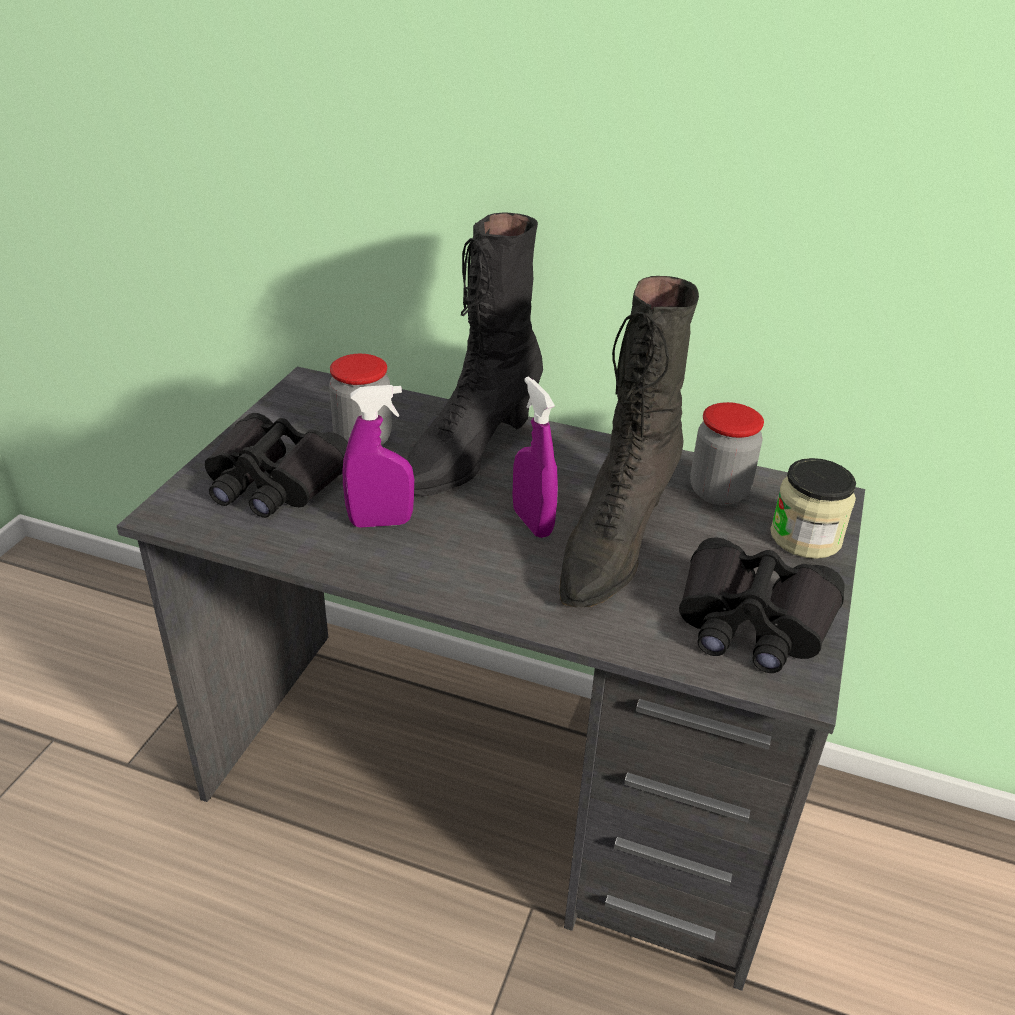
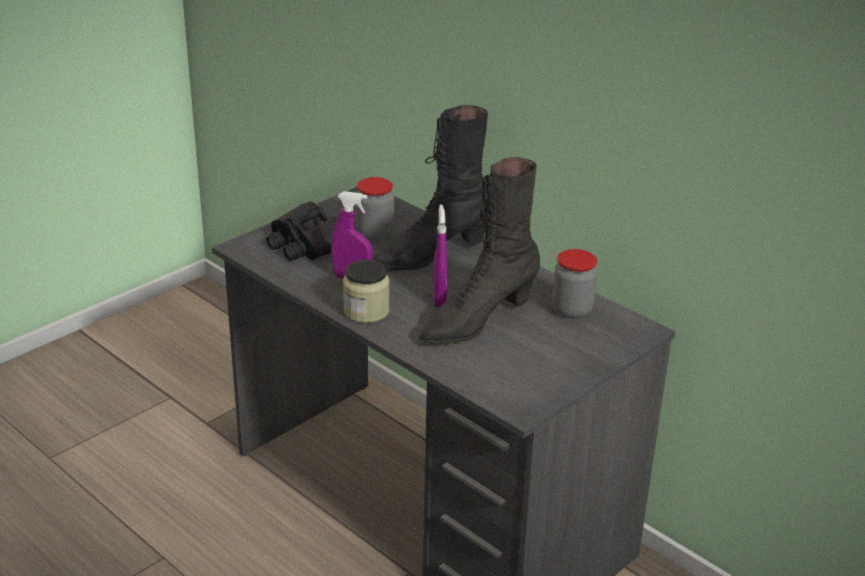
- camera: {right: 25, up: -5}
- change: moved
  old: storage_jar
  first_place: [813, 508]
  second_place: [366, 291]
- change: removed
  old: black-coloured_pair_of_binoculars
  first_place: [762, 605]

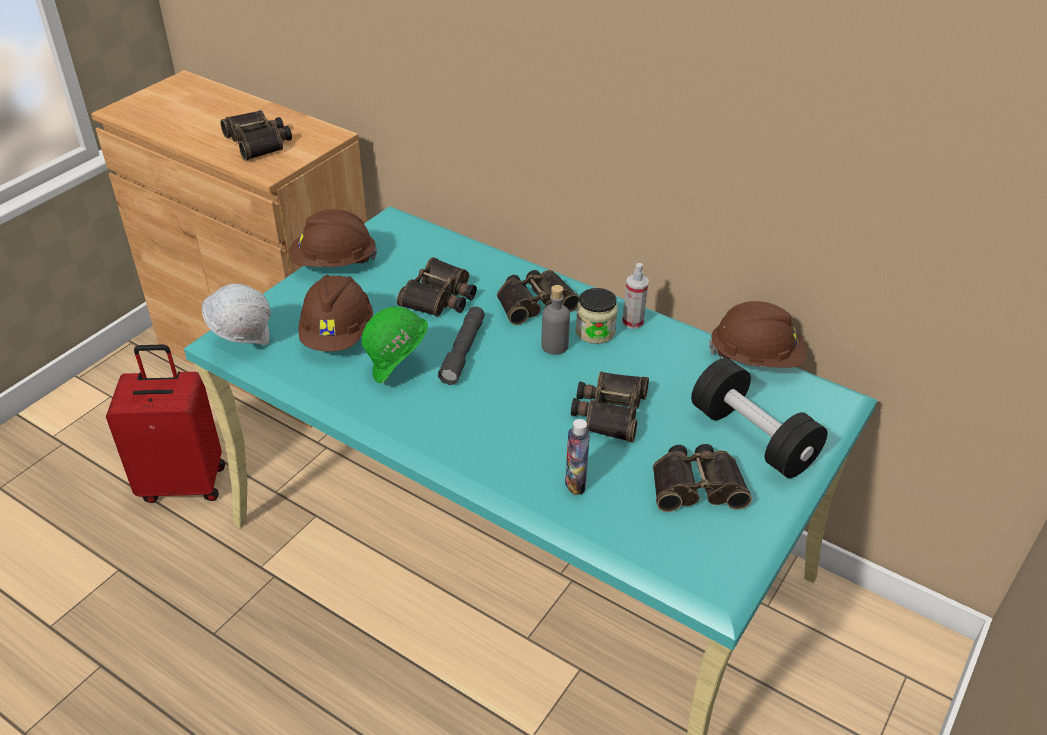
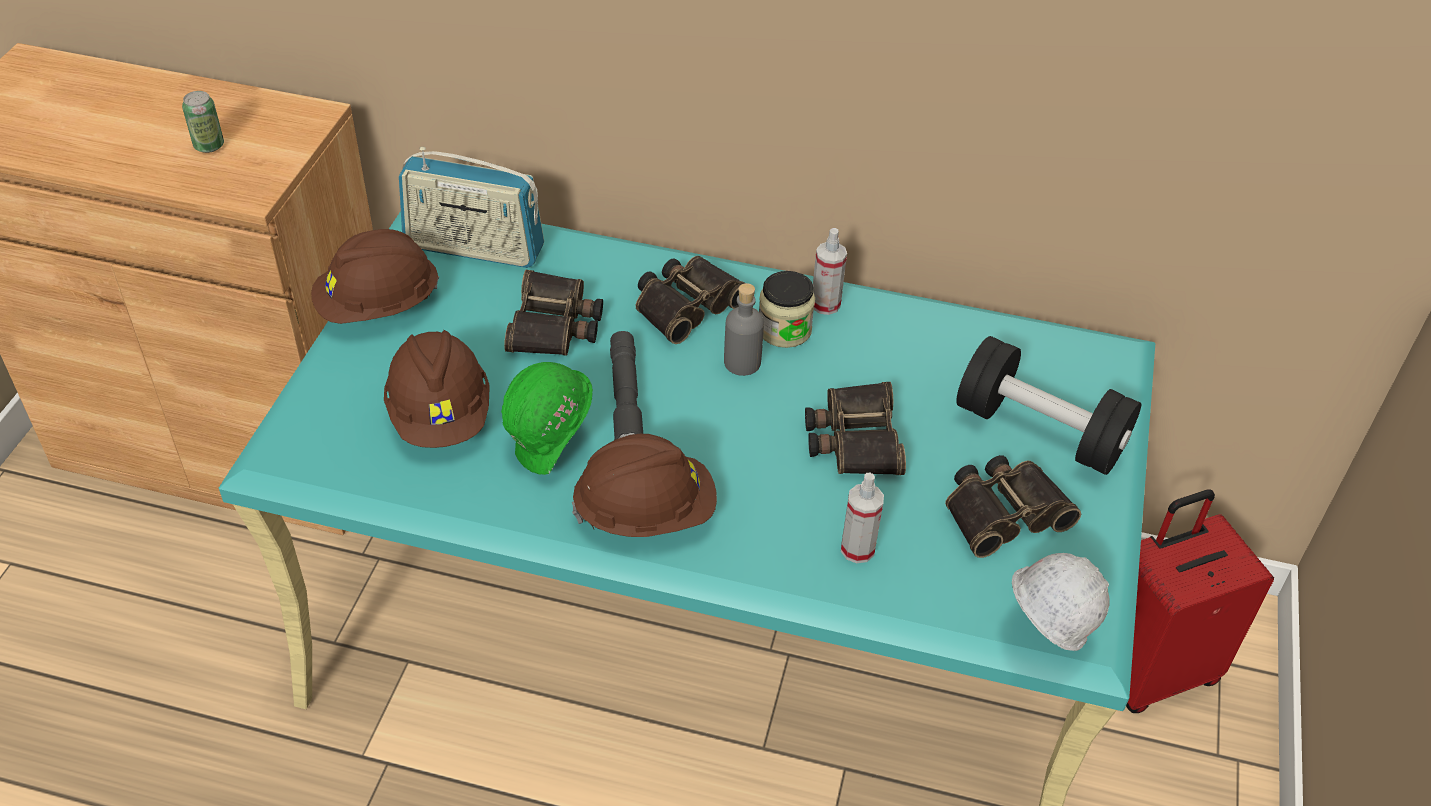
- camera: {right: -20, up: 5}
- change: replaced
  old: pair_of_binoculars
  new: metal_can
  first_place: [256, 135]
  second_place: [203, 122]
- change: moved
  old: white-coloured_hard_hat
  first_place: [236, 314]
  second_place: [1060, 602]
- change: moved
  old: brown_hard_hat
  first_place: [758, 334]
  second_place: [644, 485]
- change: moved
  old: red_suitcase
  first_place: [165, 424]
  second_place: [1200, 601]
- change: replaced
  old: bottle
  new: sprayer
  first_place: [577, 457]
  second_place: [862, 518]
- change: added
  new: radio_set
  second_place: [471, 207]

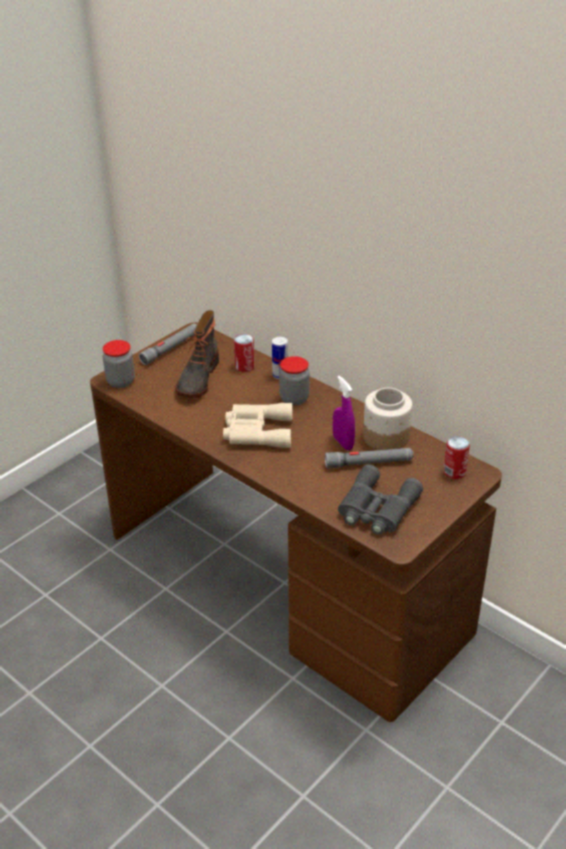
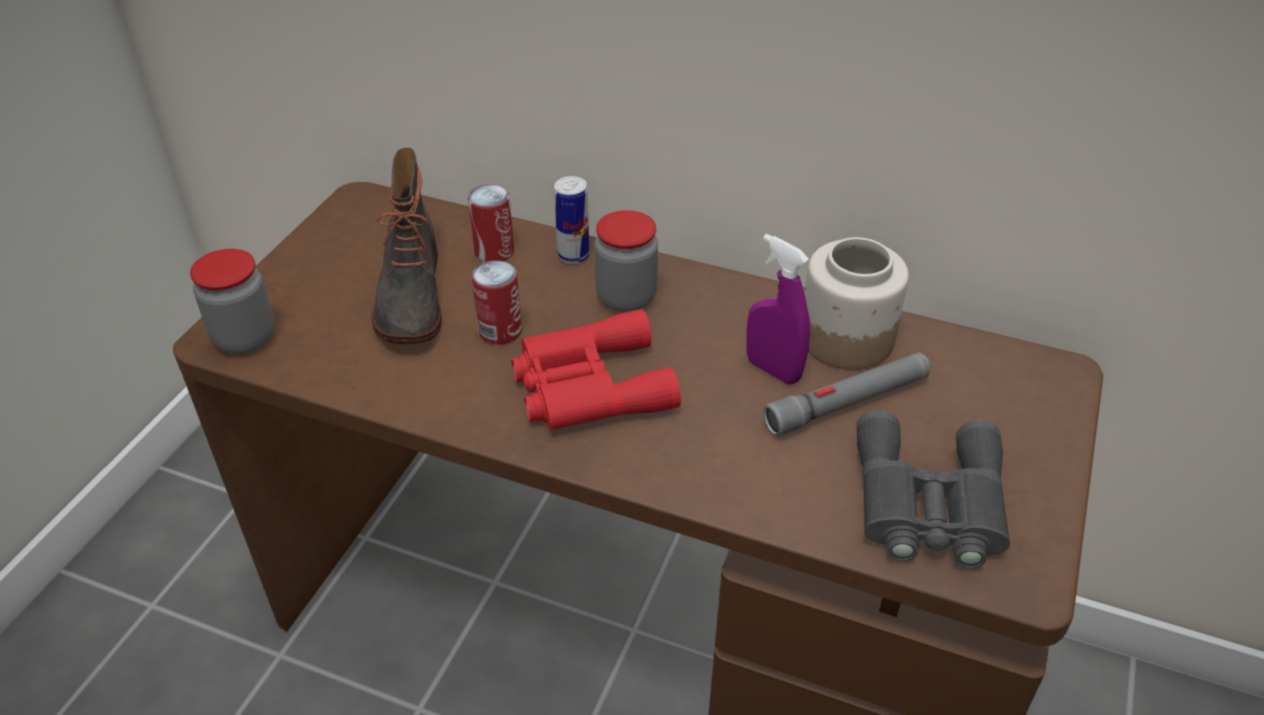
- camera: {right: -20, up: 5}
- change: removed
  old: greyish_flashlight
  first_place: [168, 344]
- change: recoloured
  old: beige_pair_of_binoculars
  new: red_pair_of_binoculars
  first_place: [257, 425]
  second_place: [596, 369]
- change: moved
  old: metal_can
  first_place: [457, 457]
  second_place: [497, 302]

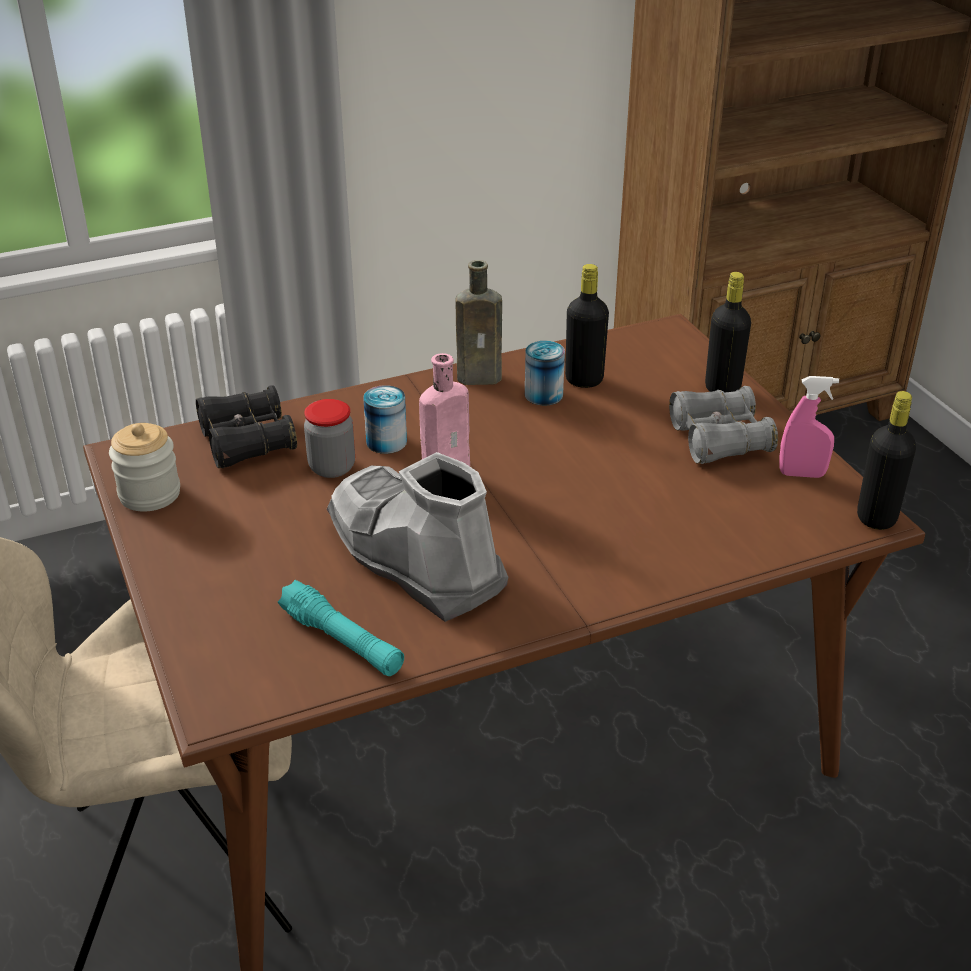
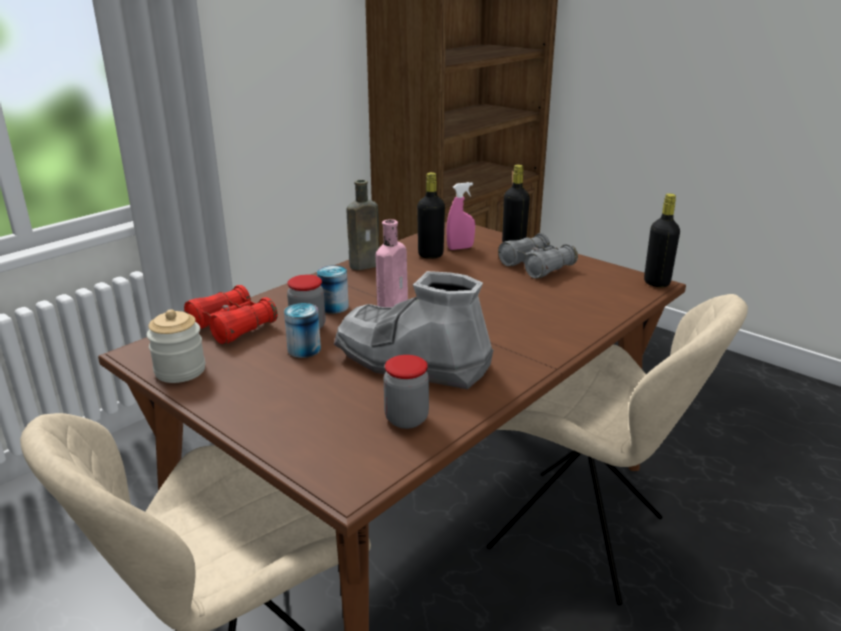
- camera: {right: -25, up: -10}
- change: moved
  old: metal_can
  first_place: [545, 373]
  second_place: [302, 330]
- change: moved
  old: pink_sprayer
  first_place: [809, 427]
  second_place: [460, 216]
- change: recoloured
  old: black-coloured_pair_of_binoculars
  new: red_pair_of_binoculars
  first_place: [246, 426]
  second_place: [231, 315]
- change: replaced
  old: turquoise-coloured_flashlight
  new: storage_jar
  first_place: [341, 628]
  second_place: [406, 392]
- change: added
  new: beige_chair
  second_place: [617, 449]

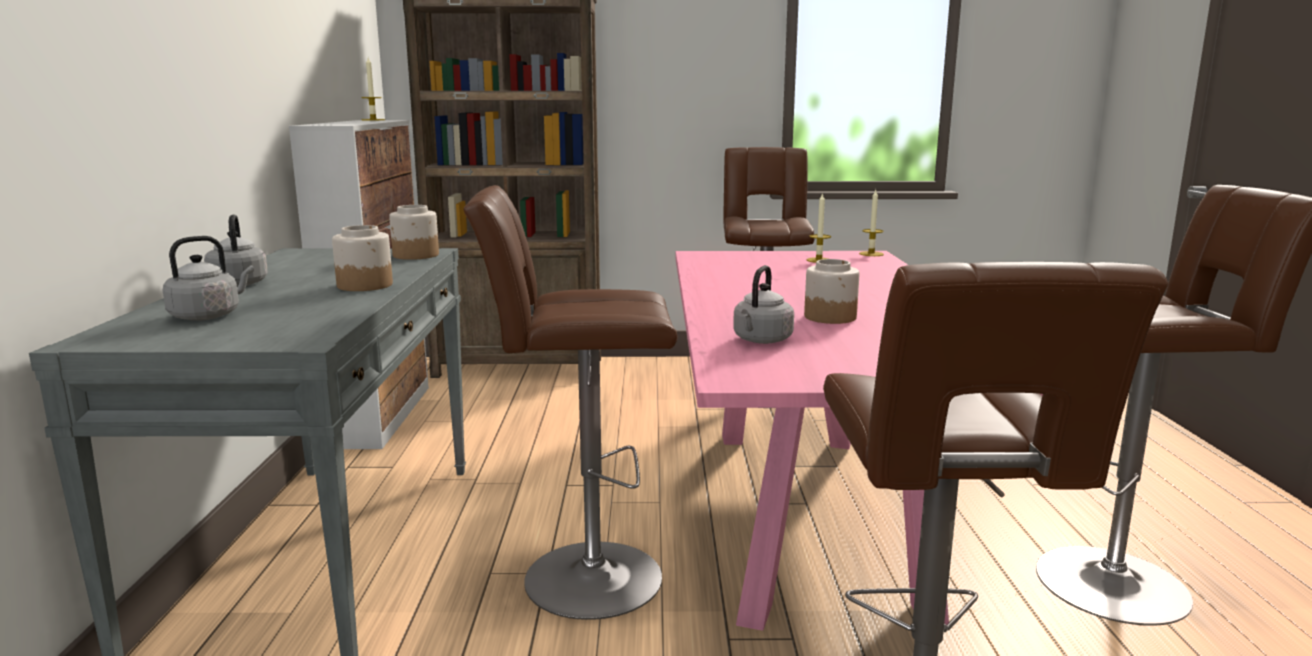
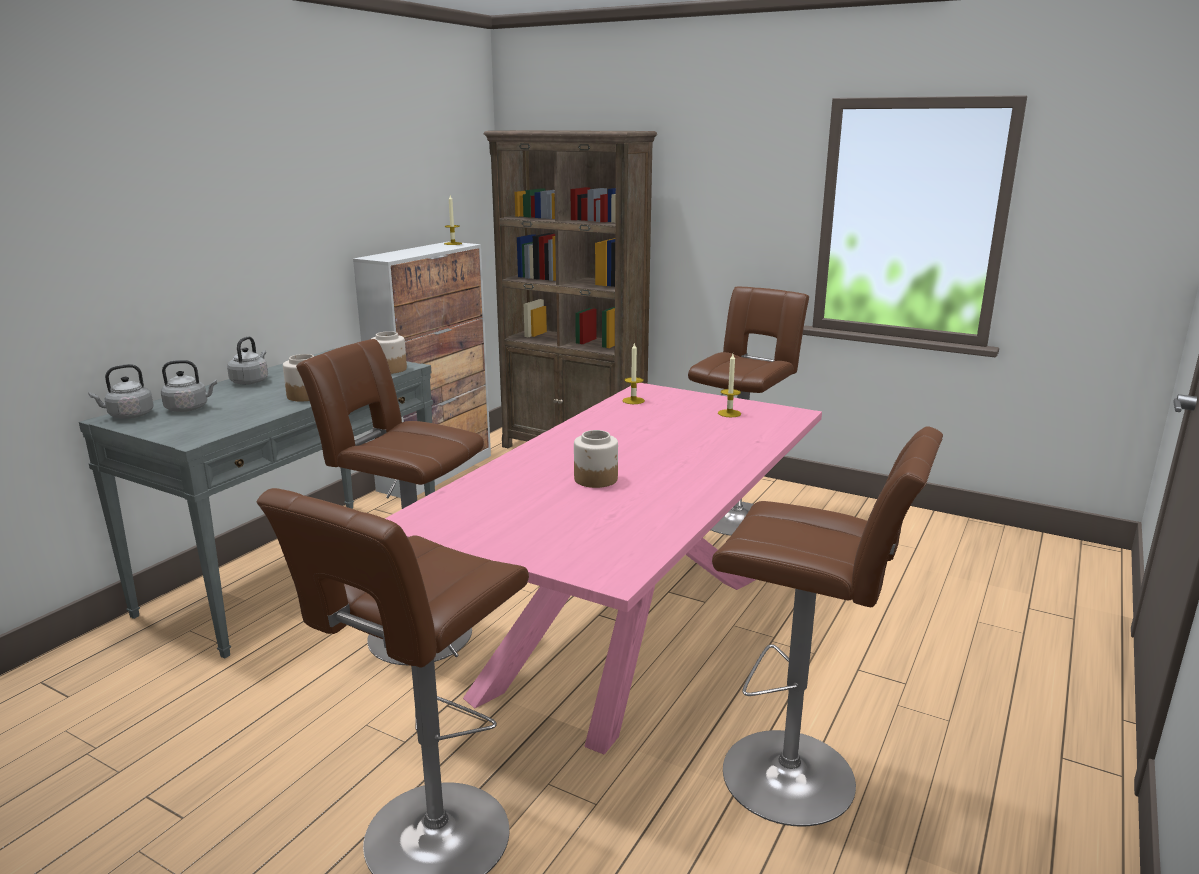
- camera: {right: 30, up: 5}
- change: moved
  old: wax_candle
  first_place: [871, 223]
  second_place: [633, 373]
- change: moved
  old: greyish_tea_kettle
  first_place: [763, 304]
  second_place: [121, 391]

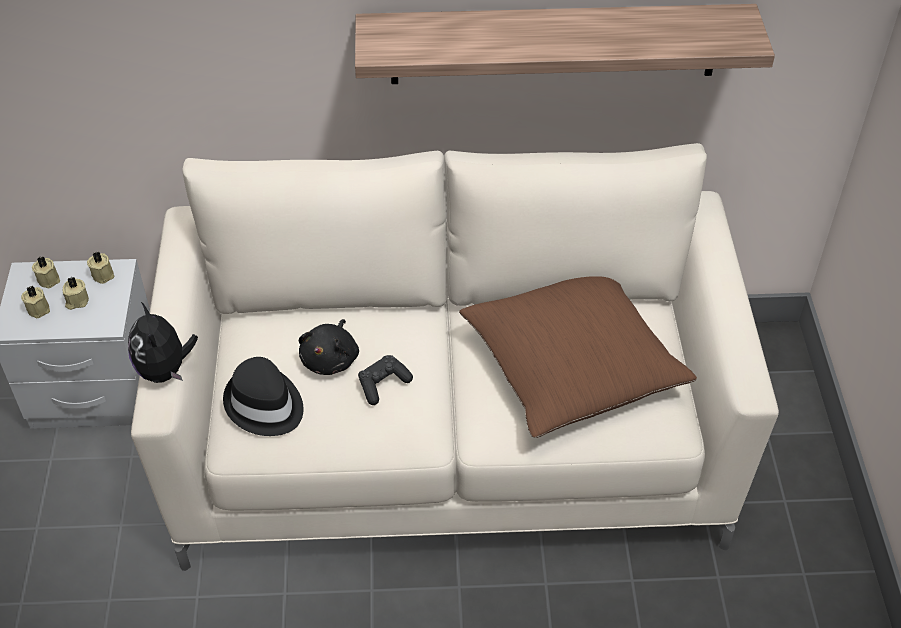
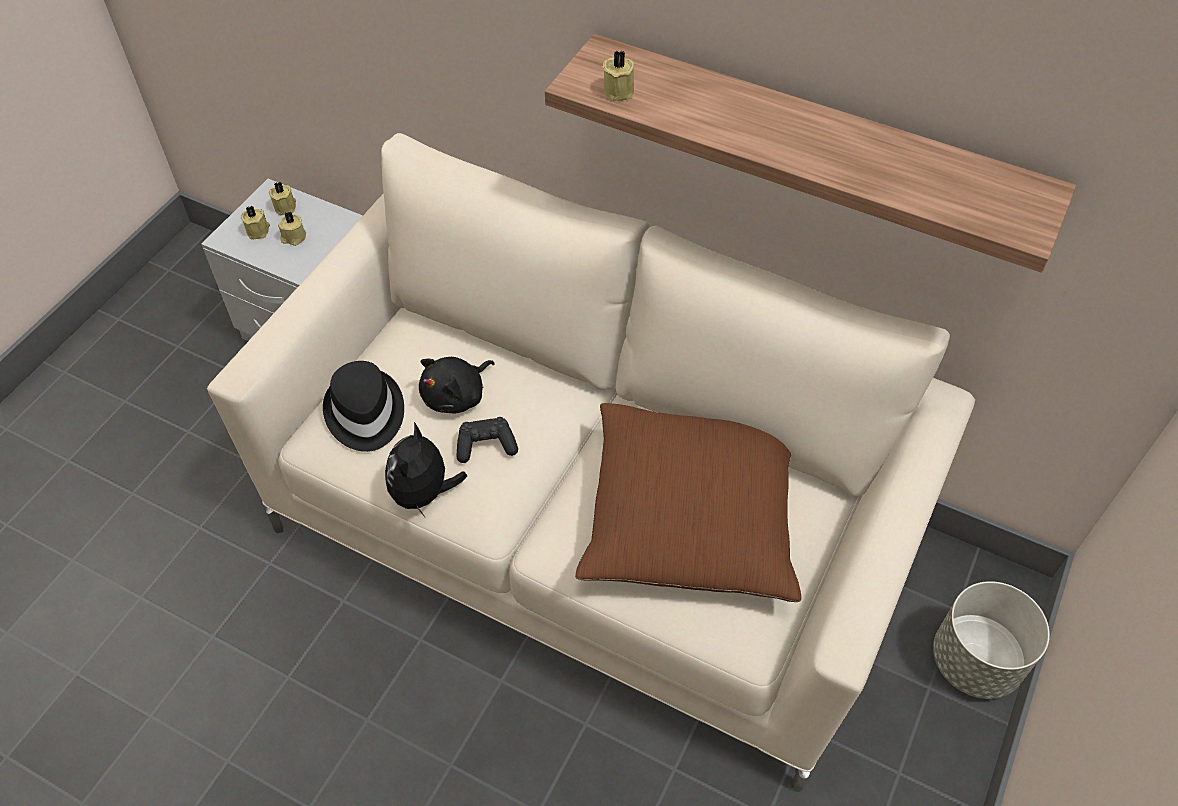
- camera: {right: 30, up: 5}
- change: moved
  old: beige_wax_candle
  first_place: [100, 268]
  second_place: [618, 76]
- change: moved
  old: cuddly_toy
  first_place: [163, 342]
  second_place: [426, 469]
- change: added
  new: greyish_flower_pot
  second_place: [991, 640]

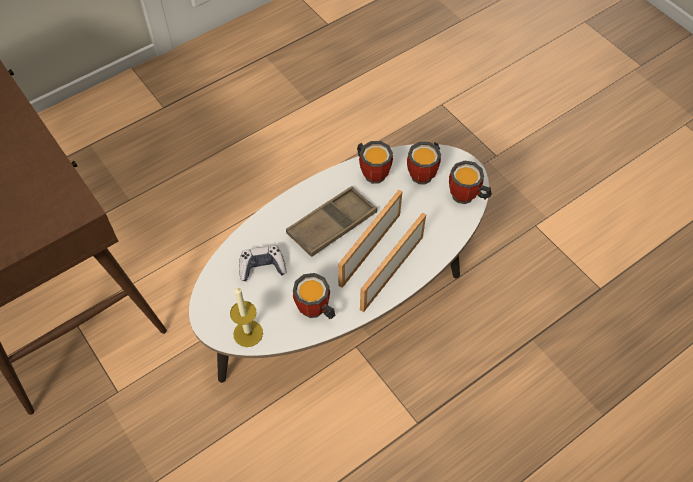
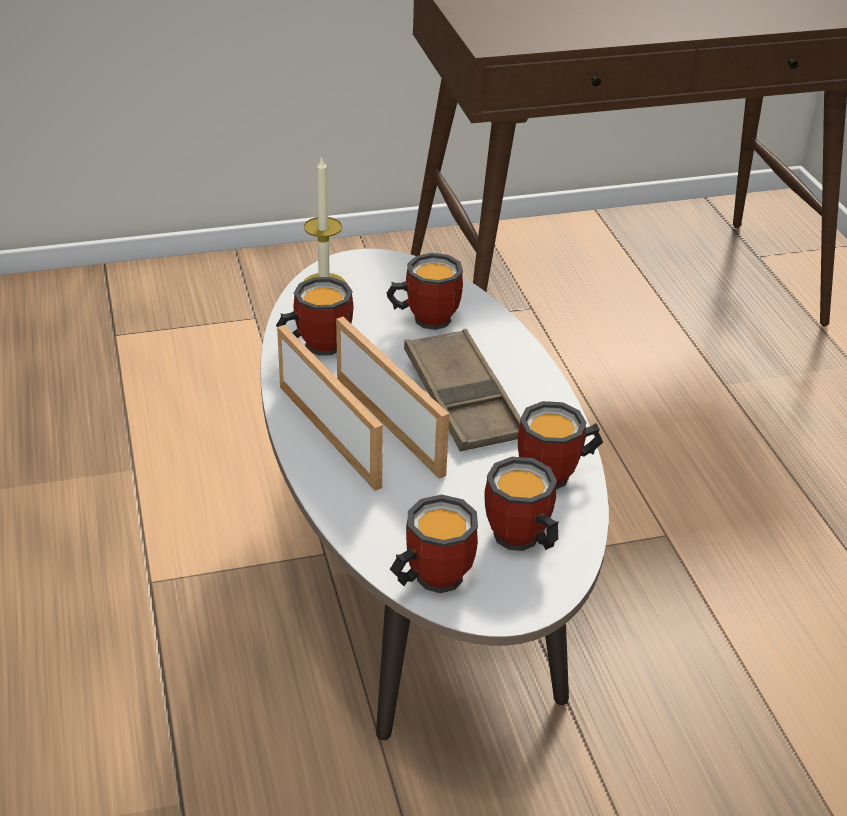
- camera: {right: 110, up: -20}
- change: replaced
  old: gamepad
  new: mug
  first_place: [262, 263]
  second_place: [425, 291]

